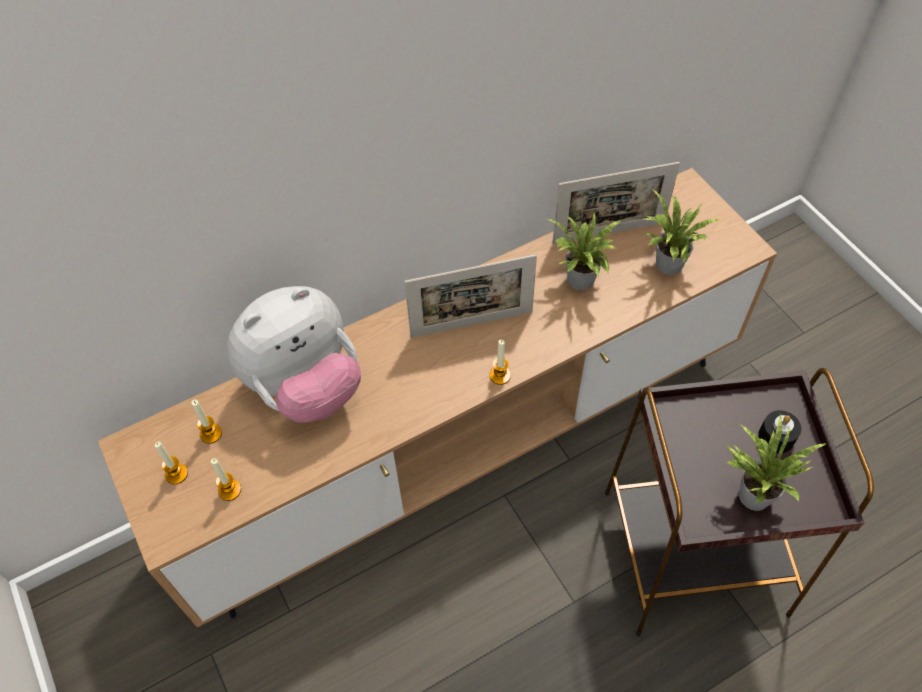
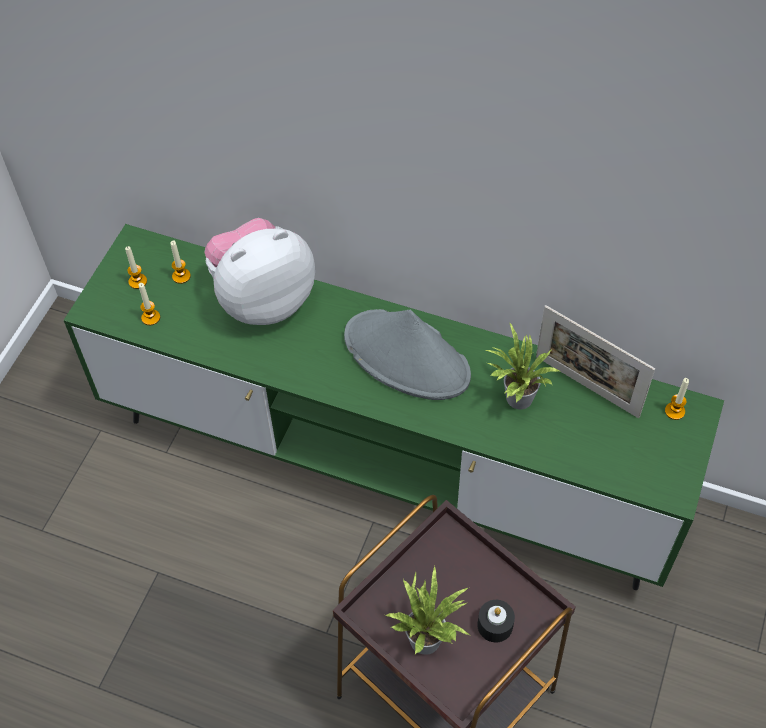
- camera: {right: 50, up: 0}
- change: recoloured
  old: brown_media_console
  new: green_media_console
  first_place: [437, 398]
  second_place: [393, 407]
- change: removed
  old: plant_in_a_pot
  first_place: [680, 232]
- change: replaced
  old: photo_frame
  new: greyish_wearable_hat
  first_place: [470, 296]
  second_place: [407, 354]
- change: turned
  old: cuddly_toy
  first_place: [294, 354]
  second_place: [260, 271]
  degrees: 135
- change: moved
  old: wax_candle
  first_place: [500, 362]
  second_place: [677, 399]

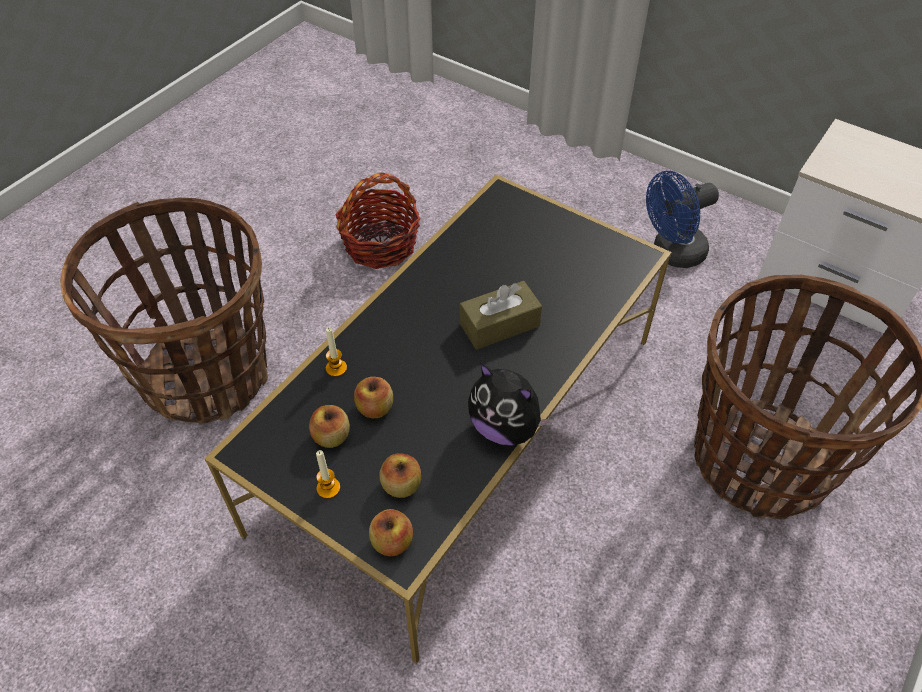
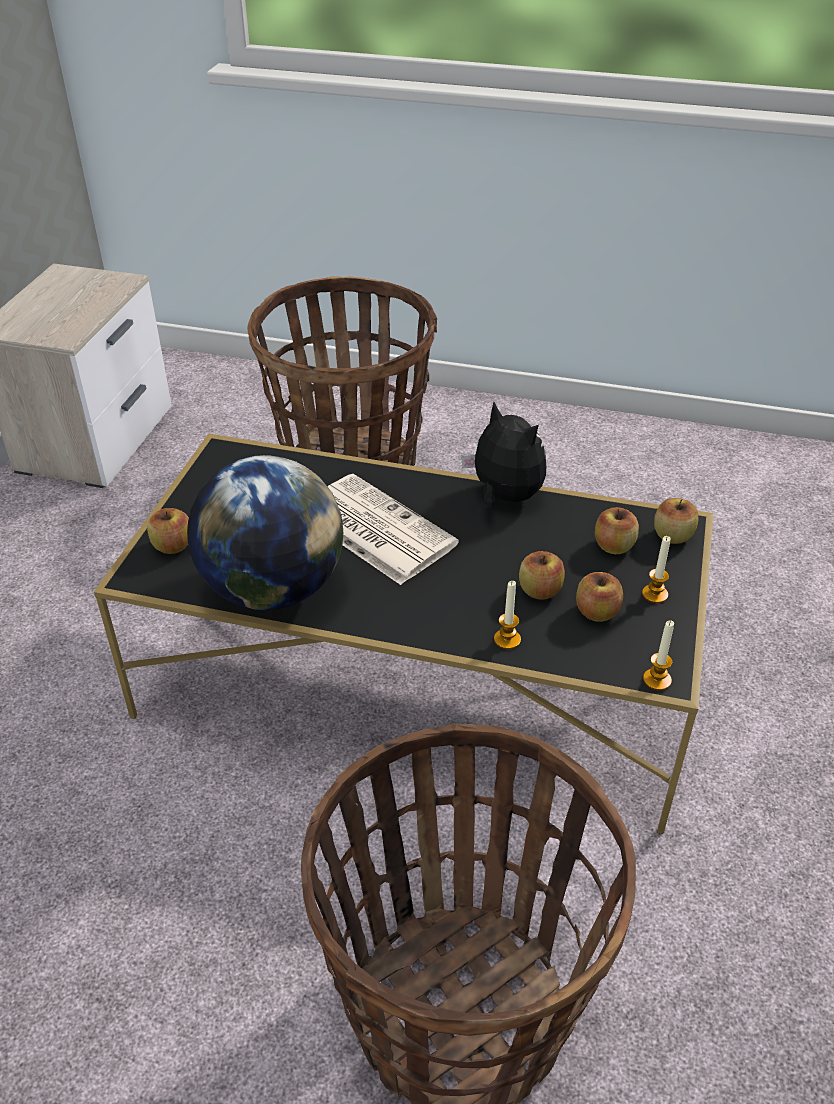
- camera: {right: -110, up: -10}
- change: removed
  old: bluish_fan
  first_place: [682, 219]
- change: removed
  old: basket
  first_place: [377, 221]
- change: replaced
  old: brown_box_of_tissues
  new: daily_paper
  first_place: [501, 315]
  second_place: [393, 529]
- change: turned
  old: cuddly_toy
  first_place: [511, 404]
  second_place: [503, 454]
  degrees: -60
- change: added
  new: globe
  second_place: [265, 532]
- change: added
  new: whole_apple
  second_place: [168, 531]
- change: added
  new: wax_candle
  second_place: [658, 655]

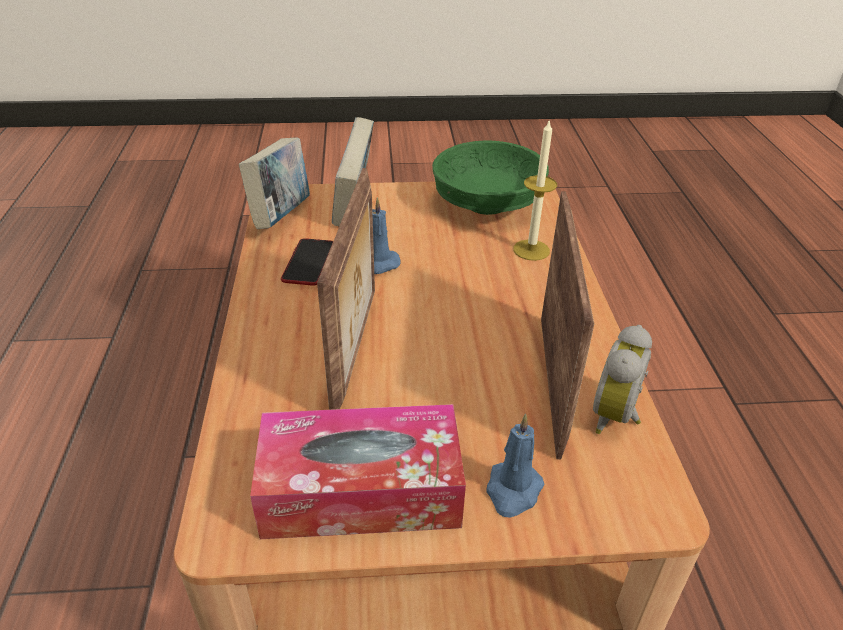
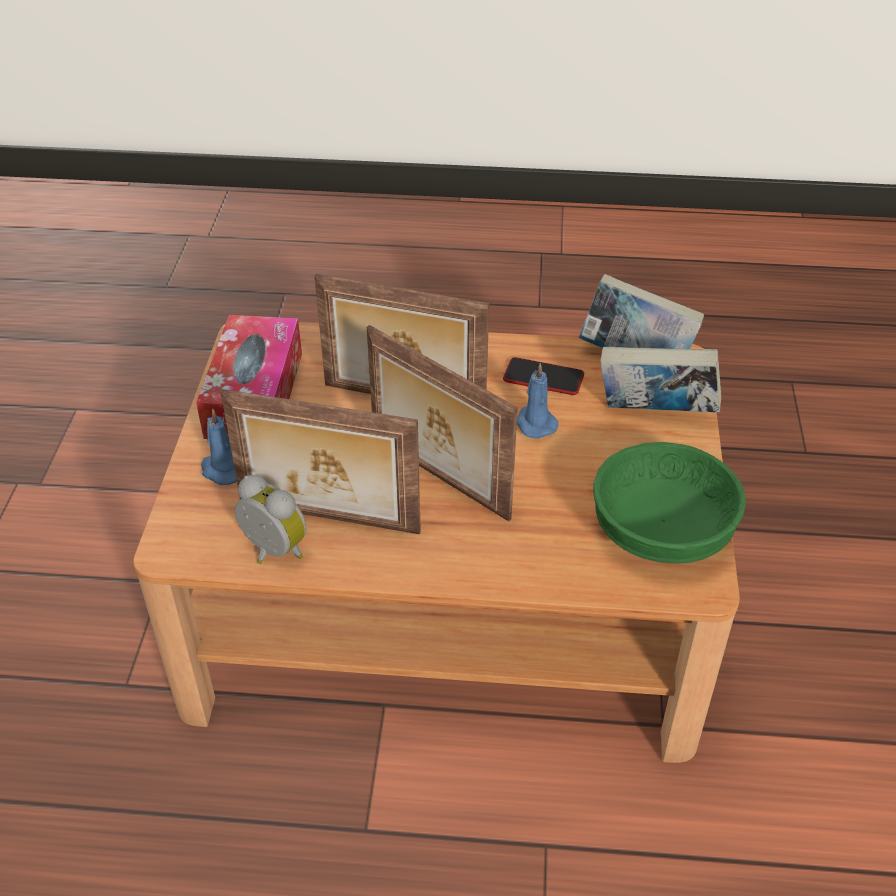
- camera: {right: 100, up: 5}
- change: removed
  old: wax_candle
  first_place: [535, 190]
- change: added
  new: photo_frame
  second_place: [442, 423]

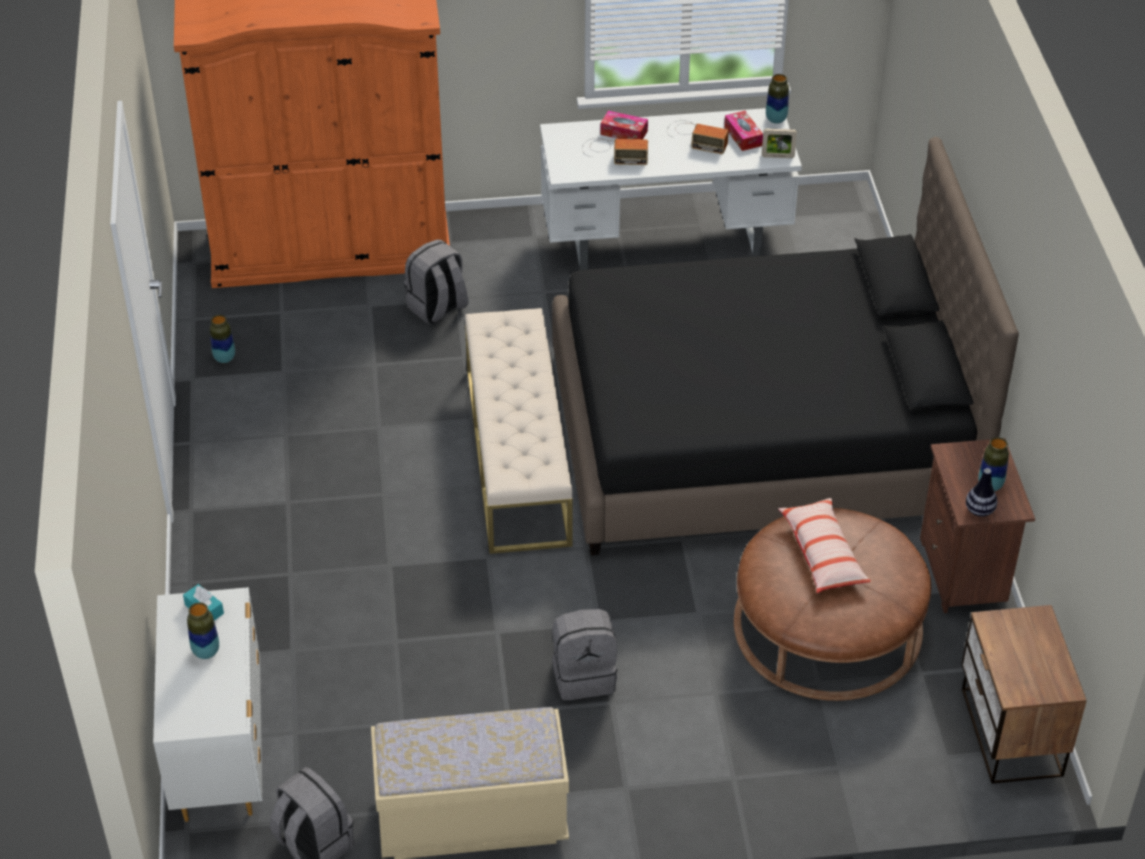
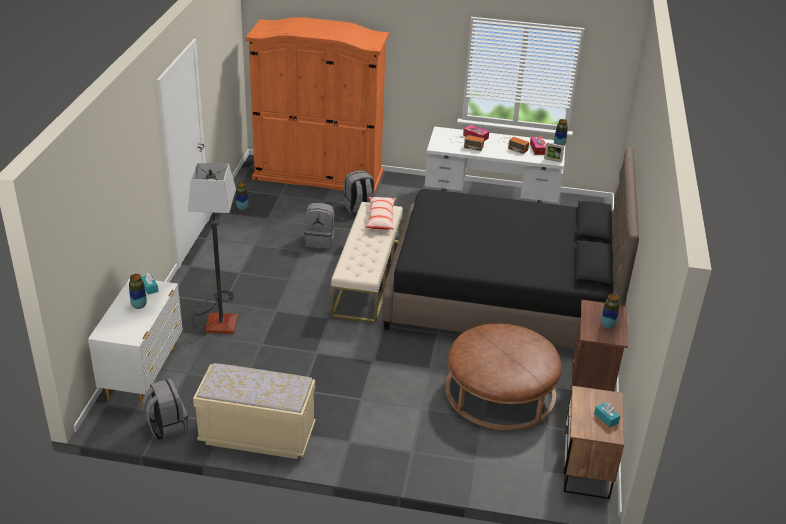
- camera: {right: 15, up: -10}
- change: removed
  old: vase
  first_place: [981, 492]
- change: moved
  old: throw_pillow
  first_place: [824, 545]
  second_place: [381, 213]
- change: moved
  old: greyish_backpack
  first_place: [585, 654]
  second_place: [319, 226]
- change: added
  new: floor_lamp
  second_place: [213, 248]
- change: added
  new: turquoise-coloured_box_of_tissues
  second_place: [607, 415]

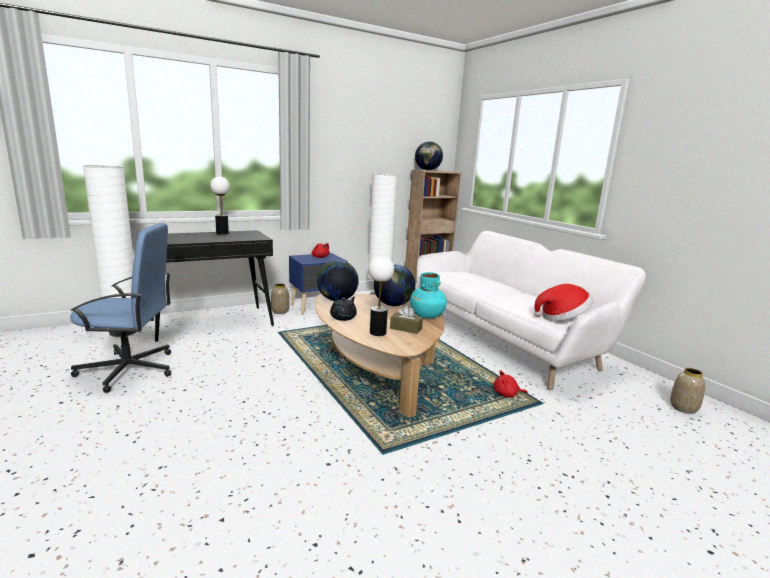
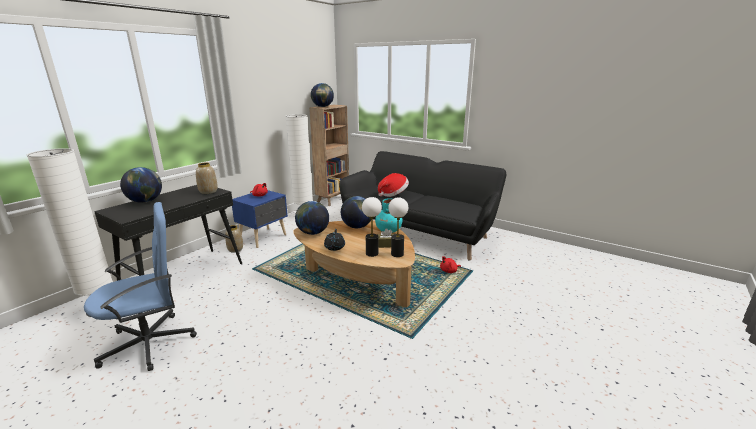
- camera: {right: -25, up: 5}
- change: moved
  old: lamp_for_a_table
  first_place: [220, 205]
  second_place: [398, 227]
- change: recoloured
  old: white-coloured_settee
  new: black-coloured_settee
  first_place: [531, 310]
  second_place: [422, 206]
- change: moved
  old: wearable_hat
  first_place: [563, 302]
  second_place: [393, 185]
- change: moved
  old: vase
  first_place: [687, 391]
  second_place: [207, 178]
- change: added
  new: globe
  second_place: [141, 185]

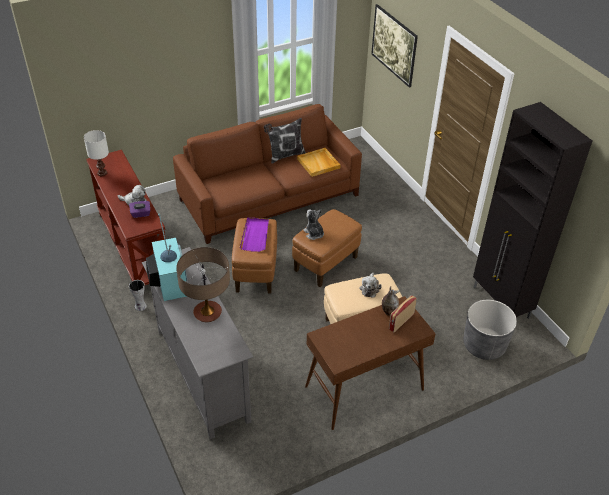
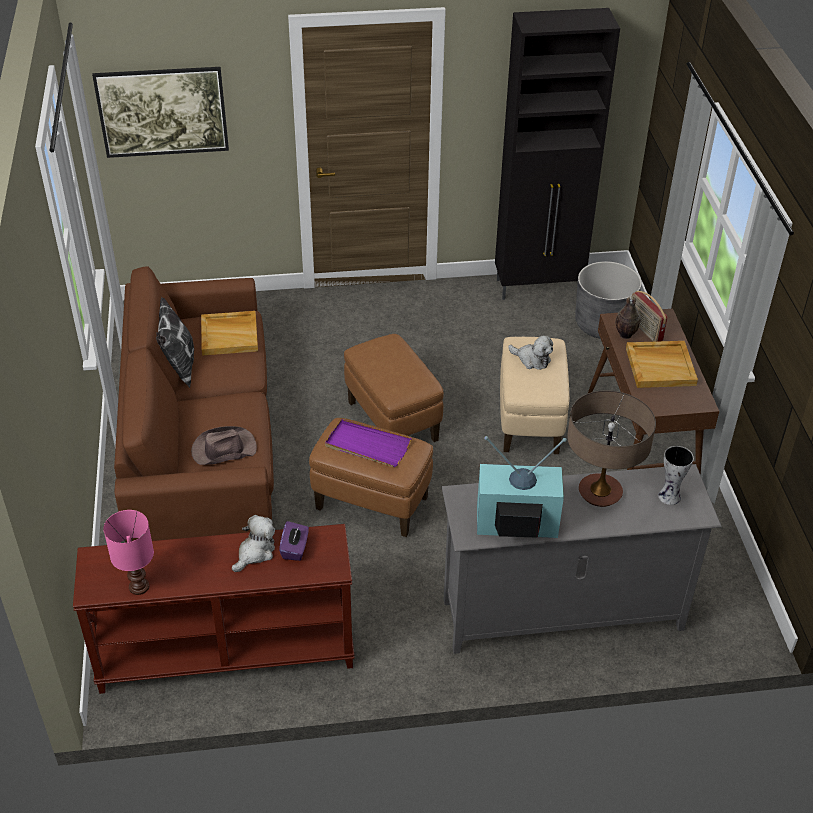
- camera: {right: -70, up: 0}
- change: recoloured
  old: white-coloured_lamp_for_a_table
  new: pink_lamp_for_a_table
  first_place: [96, 153]
  second_place: [128, 552]
- change: removed
  old: cuddly_toy
  first_place: [313, 224]
- change: moved
  old: vase
  first_place: [138, 295]
  second_place: [676, 475]
- change: added
  new: beige_tray
  second_place: [662, 364]
- change: added
  new: brown_wearable_hat
  second_place: [224, 445]

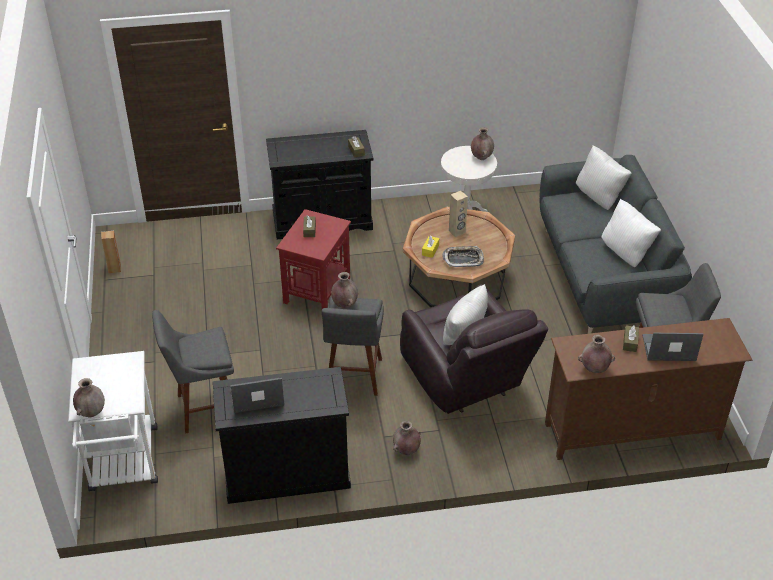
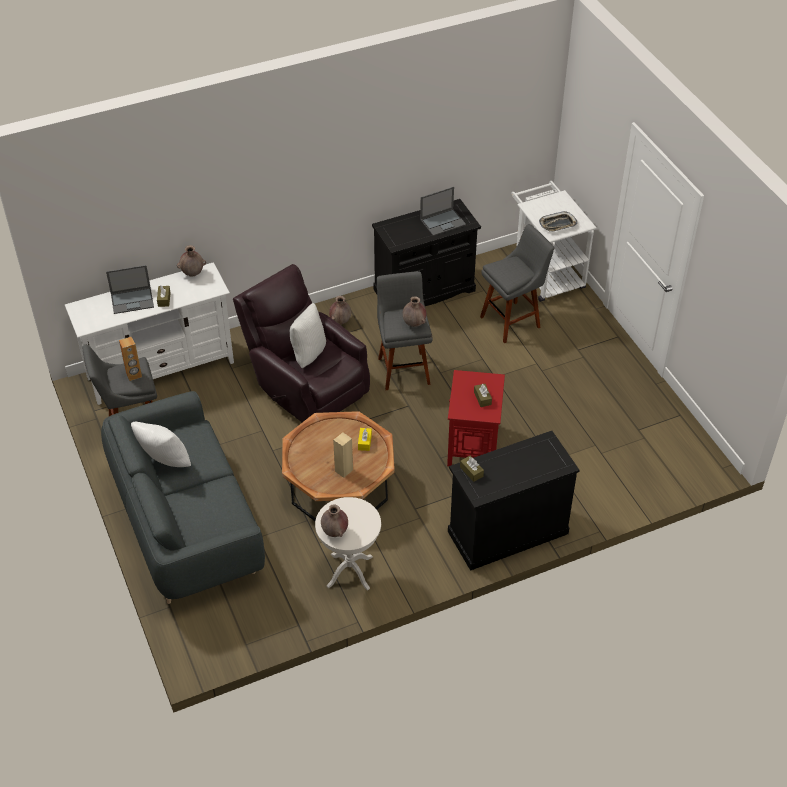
- camera: {right: 165, up: 5}
- change: removed
  old: white-coloured_throw_pillow
  first_place: [604, 177]
- change: moved
  old: brown_speaker
  first_place: [111, 252]
  second_place: [130, 359]
- change: moved
  old: tray
  first_place: [463, 256]
  second_place: [558, 221]
- change: recoloured
  old: brown_media_console
  new: white-coloured_media_console
  first_place: [649, 389]
  second_place: [149, 333]
- change: removed
  old: brown_vase
  first_place: [89, 397]

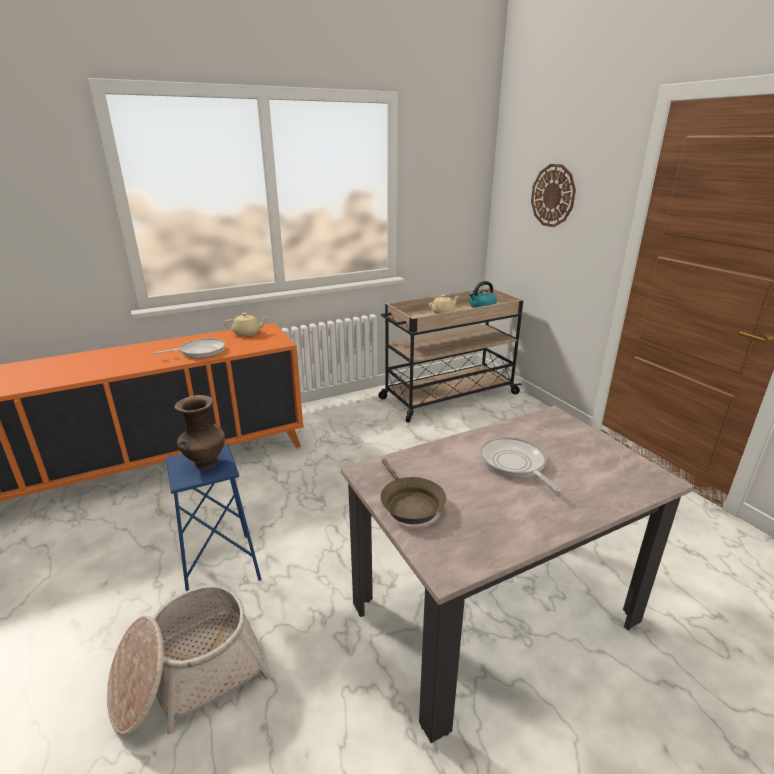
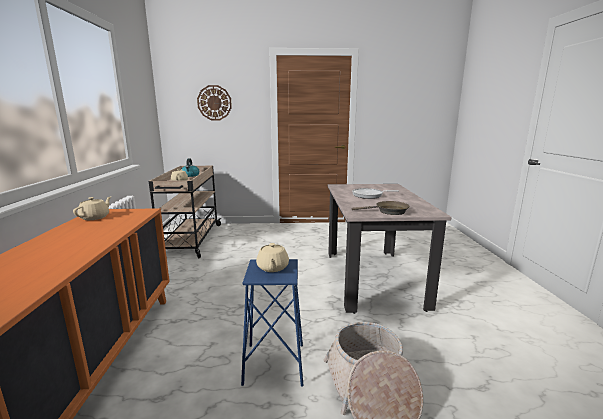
- camera: {right: -65, up: -10}
- change: removed
  old: pan
  first_place: [189, 348]
- change: replaced
  old: brown_vase
  new: beige_pot_for_tea
  first_place: [200, 432]
  second_place: [272, 257]

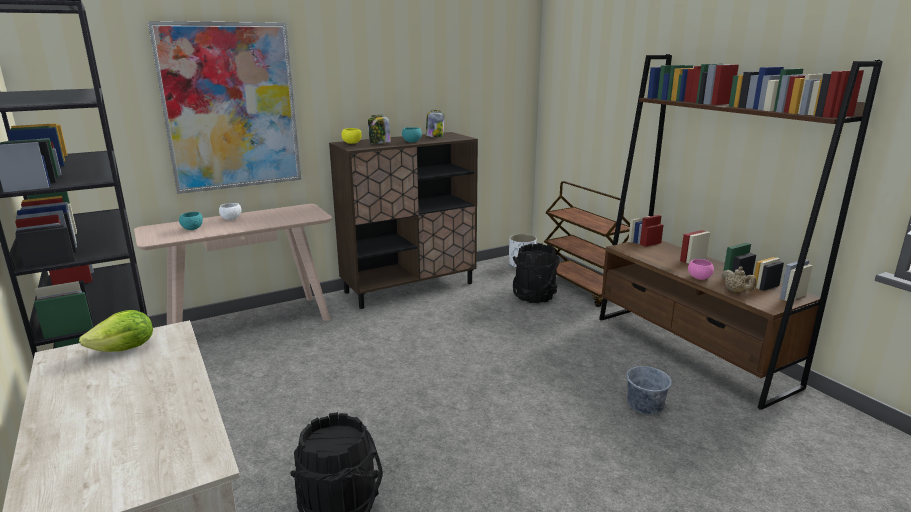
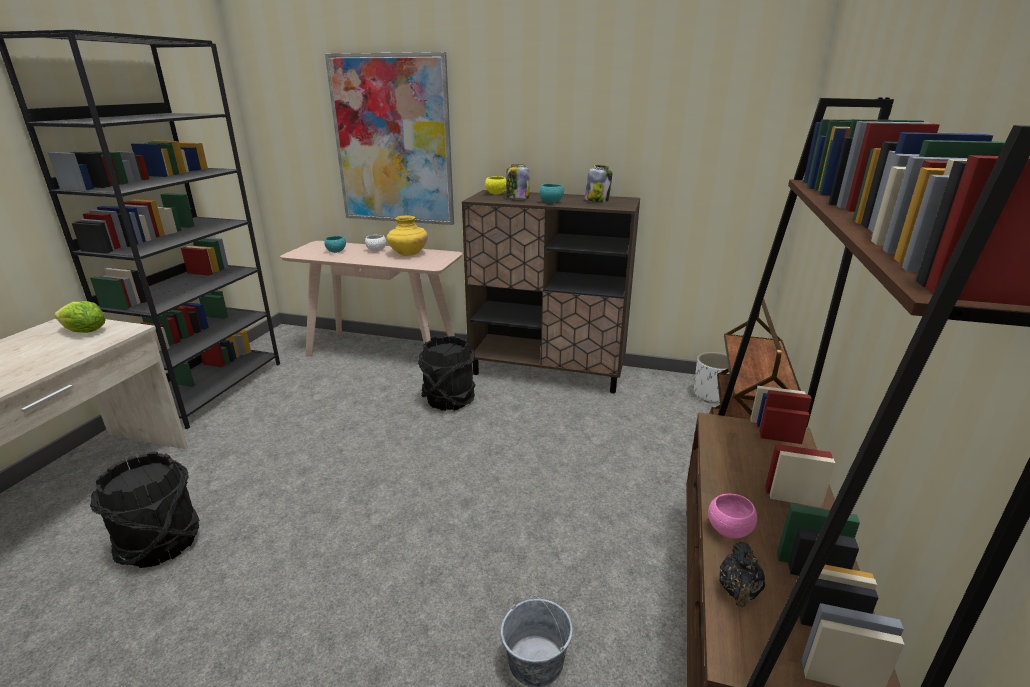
- camera: {right: 45, up: 5}
- change: moved
  old: black-coloured_bucket
  first_place: [536, 273]
  second_place: [447, 373]
- change: recoloured
  old: beige_pot_for_tea
  new: black-coloured_pot_for_tea
  first_place: [738, 279]
  second_place: [742, 575]
- change: added
  new: yellowish_vase
  second_place: [407, 236]

